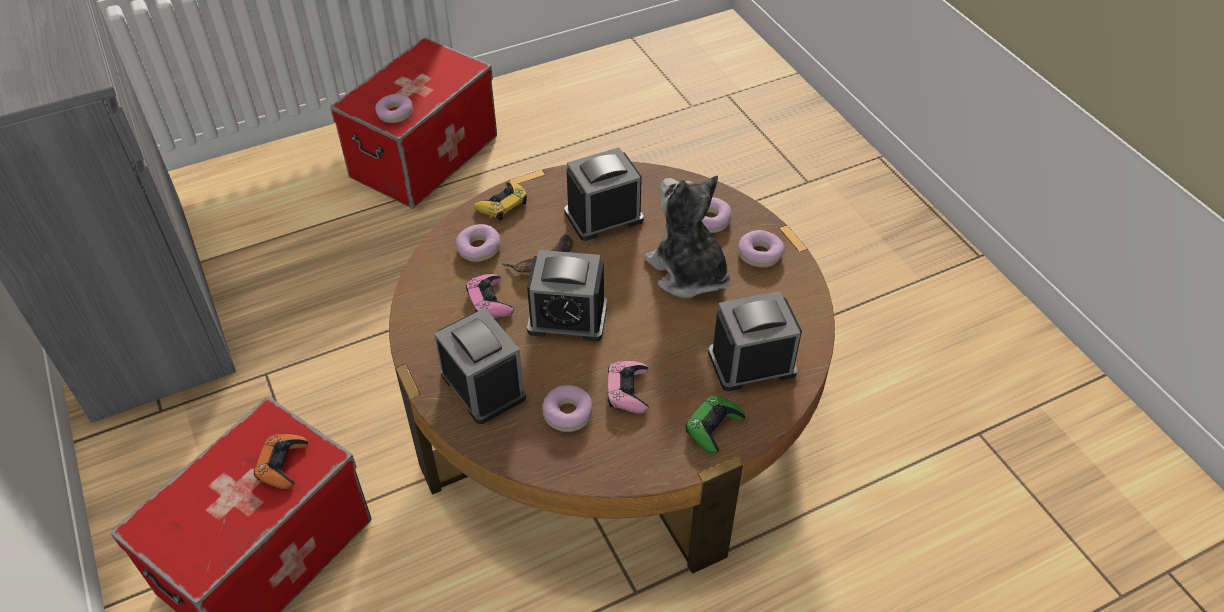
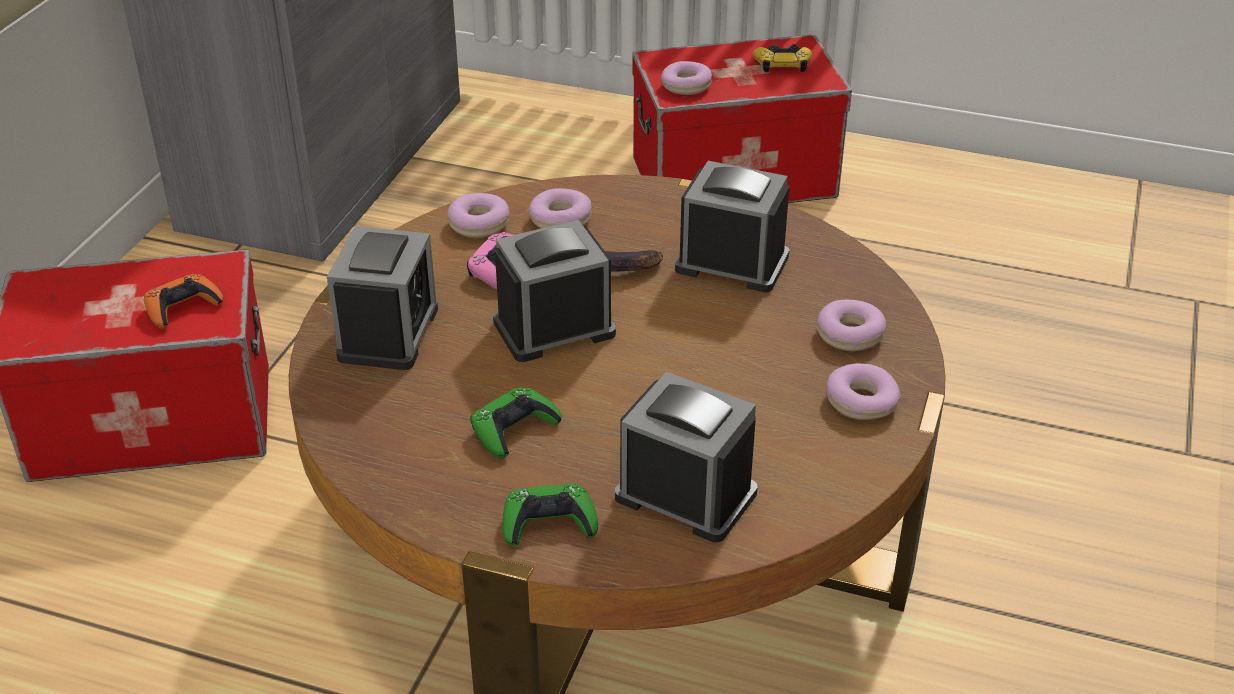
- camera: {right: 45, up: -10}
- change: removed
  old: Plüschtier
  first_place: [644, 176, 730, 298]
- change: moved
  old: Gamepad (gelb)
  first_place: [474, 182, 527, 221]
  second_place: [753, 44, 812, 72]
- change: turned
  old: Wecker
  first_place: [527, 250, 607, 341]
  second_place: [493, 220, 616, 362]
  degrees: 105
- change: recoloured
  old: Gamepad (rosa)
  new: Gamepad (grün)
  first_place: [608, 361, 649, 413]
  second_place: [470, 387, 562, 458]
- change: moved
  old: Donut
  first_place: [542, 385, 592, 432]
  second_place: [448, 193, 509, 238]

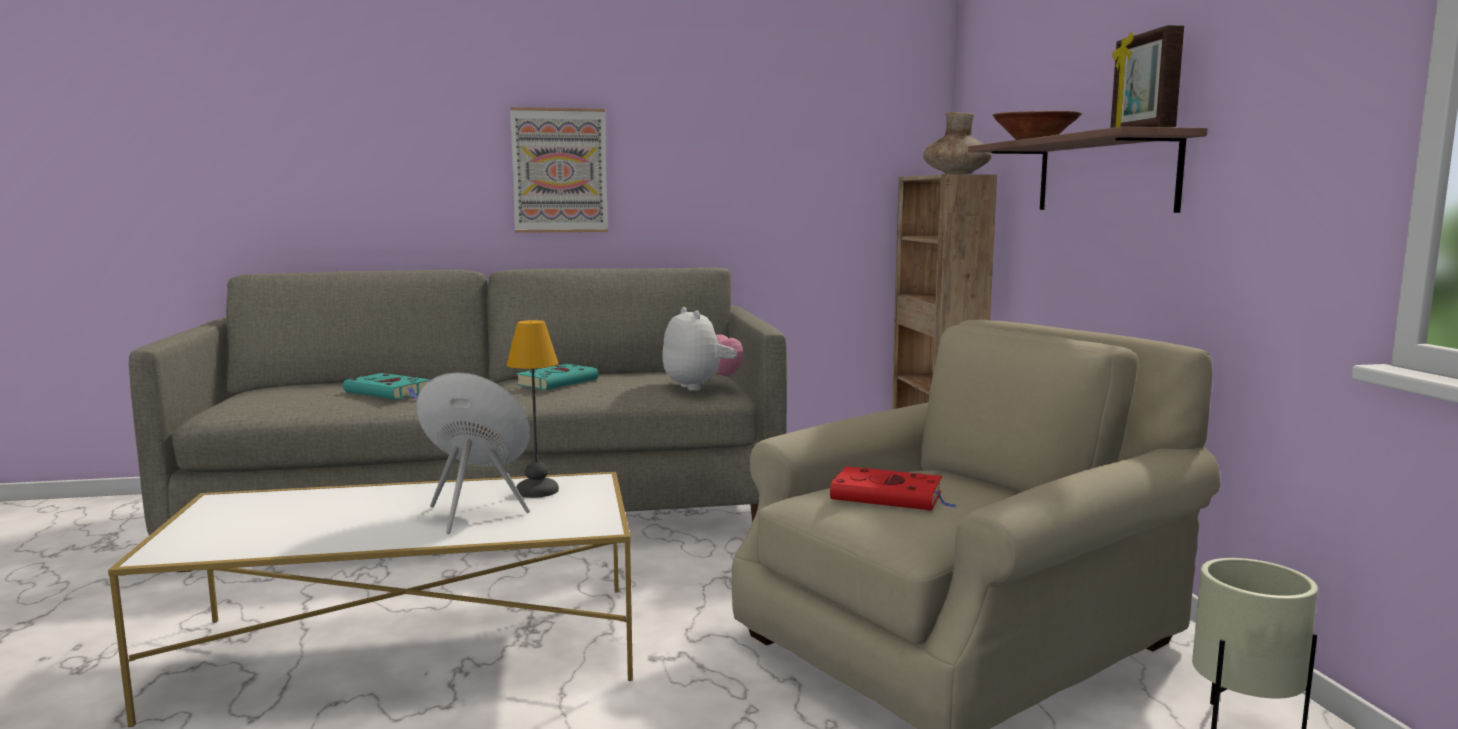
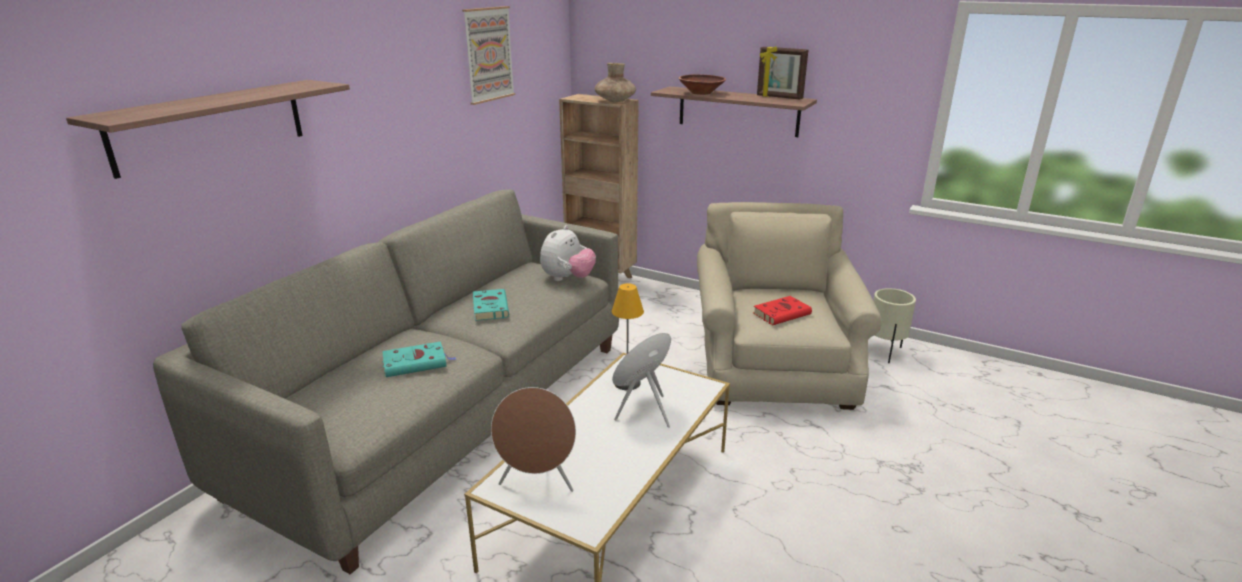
- camera: {right: -50, up: 15}
- change: moved
  old: Bild
  first_place: [510, 107, 608, 233]
  second_place: [462, 6, 515, 105]
- change: turned
  old: Plüschtier
  first_place: [662, 307, 744, 391]
  second_place: [540, 225, 596, 281]
  degrees: 105
- change: added
  new: Wandregal
  second_place: [66, 80, 350, 179]
- change: added
  new: Lautsprecher (braun)
  second_place: [491, 387, 576, 492]

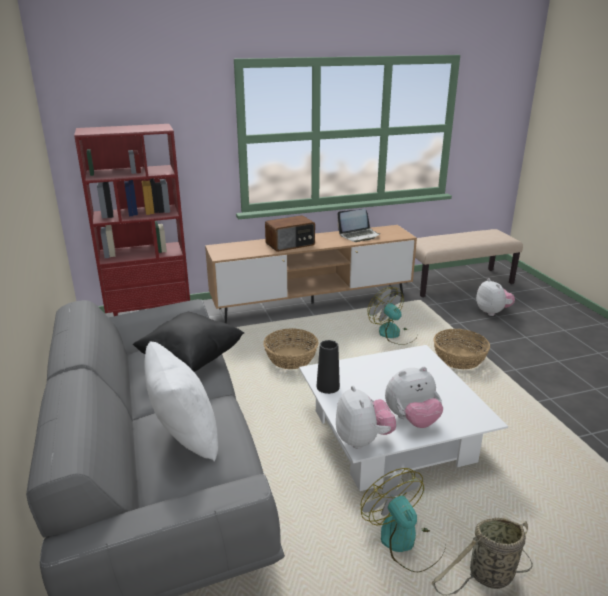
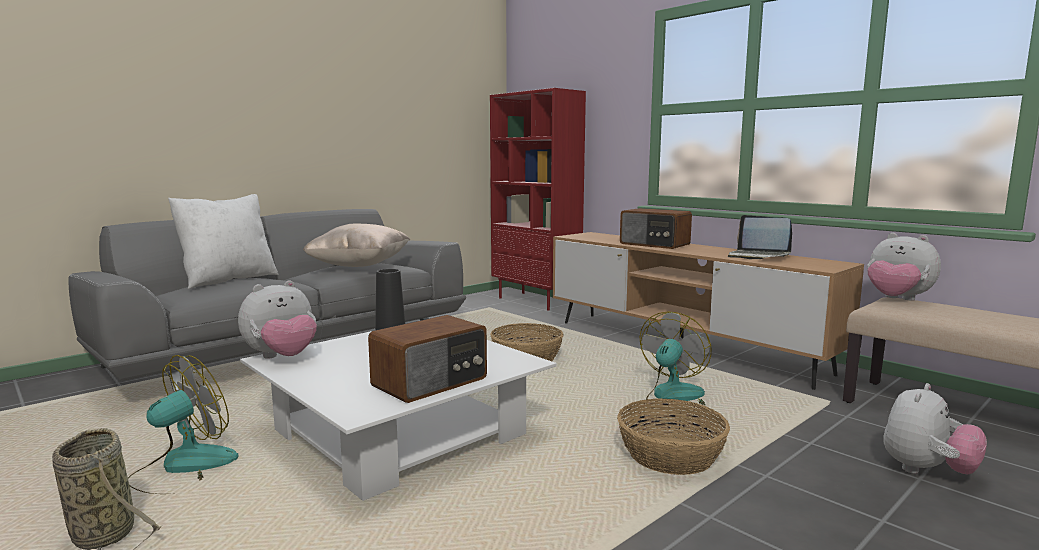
- camera: {right: 65, up: -15}
- change: recoloured
  old: Kissen (schwarz)
  new: Kissen (beige)
  first_place: [133, 312, 244, 372]
  second_place: [303, 224, 411, 267]
- change: moved
  old: Plüschtier
  first_place: [385, 367, 443, 428]
  second_place: [867, 233, 941, 301]
- change: added
  new: Radio
  second_place: [368, 315, 487, 403]

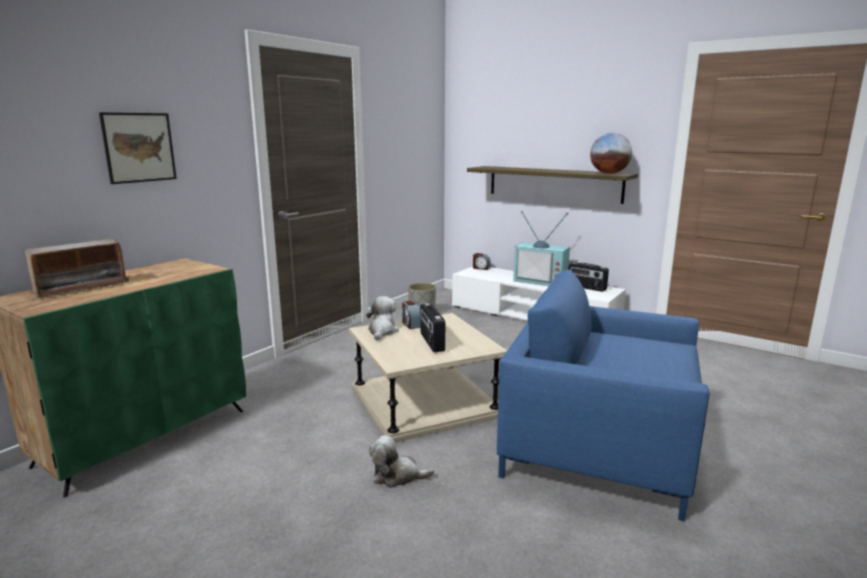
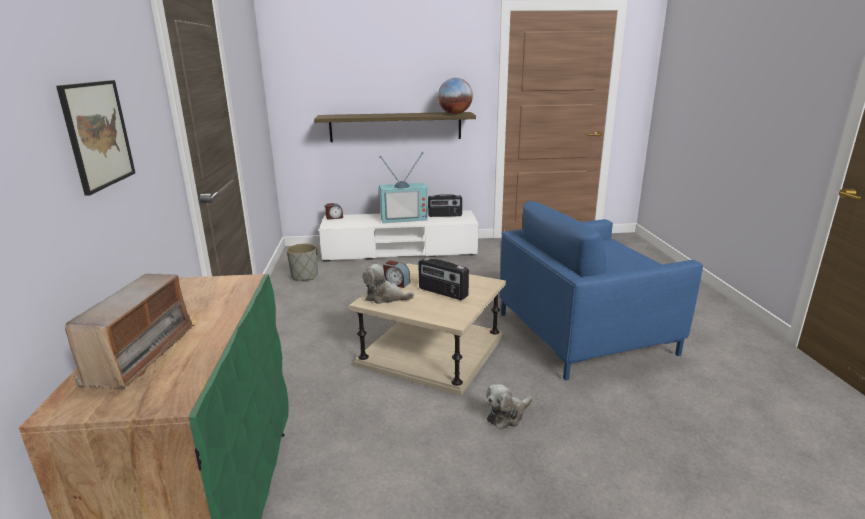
- camera: {right: -40, up: 5}
- change: turned
  old: Plüschtier
  first_place: [366, 296, 399, 340]
  second_place: [363, 264, 414, 304]
  degrees: -45

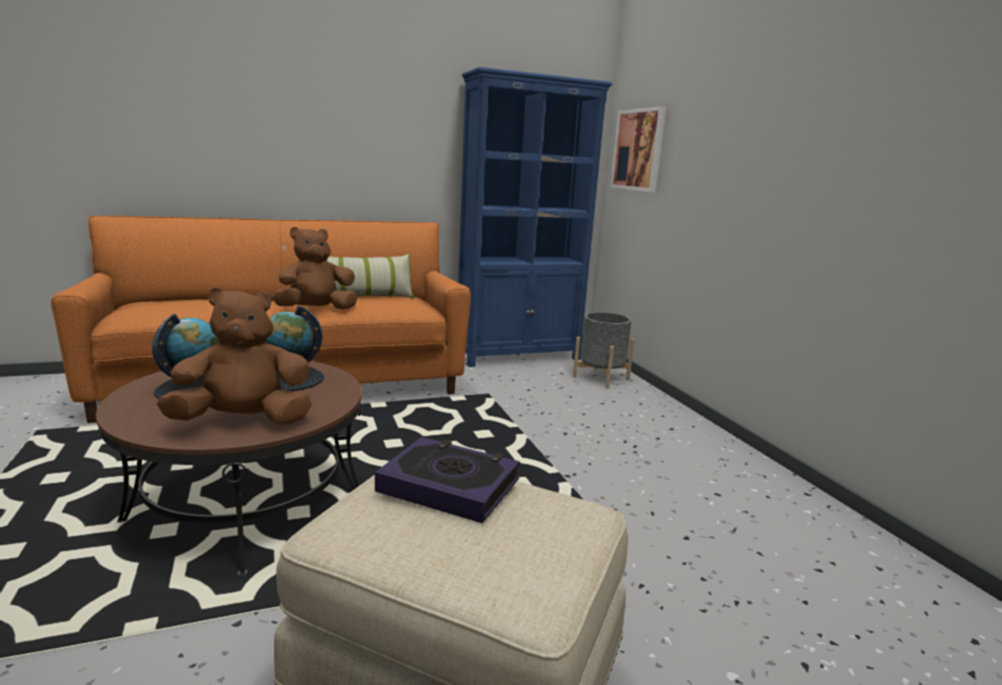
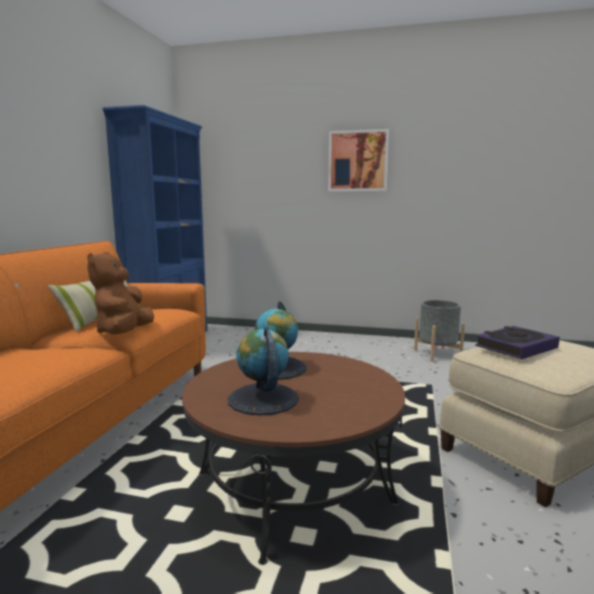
- camera: {right: -55, up: -5}
- change: moved
  old: Bild
  first_place: [610, 106, 666, 192]
  second_place: [328, 129, 389, 191]
- change: removed
  old: Plüschtier (braun)
  first_place: [157, 287, 311, 424]
- change: moved
  old: Pflanzkübel (grau)
  first_place: [573, 312, 635, 389]
  second_place: [414, 300, 465, 361]

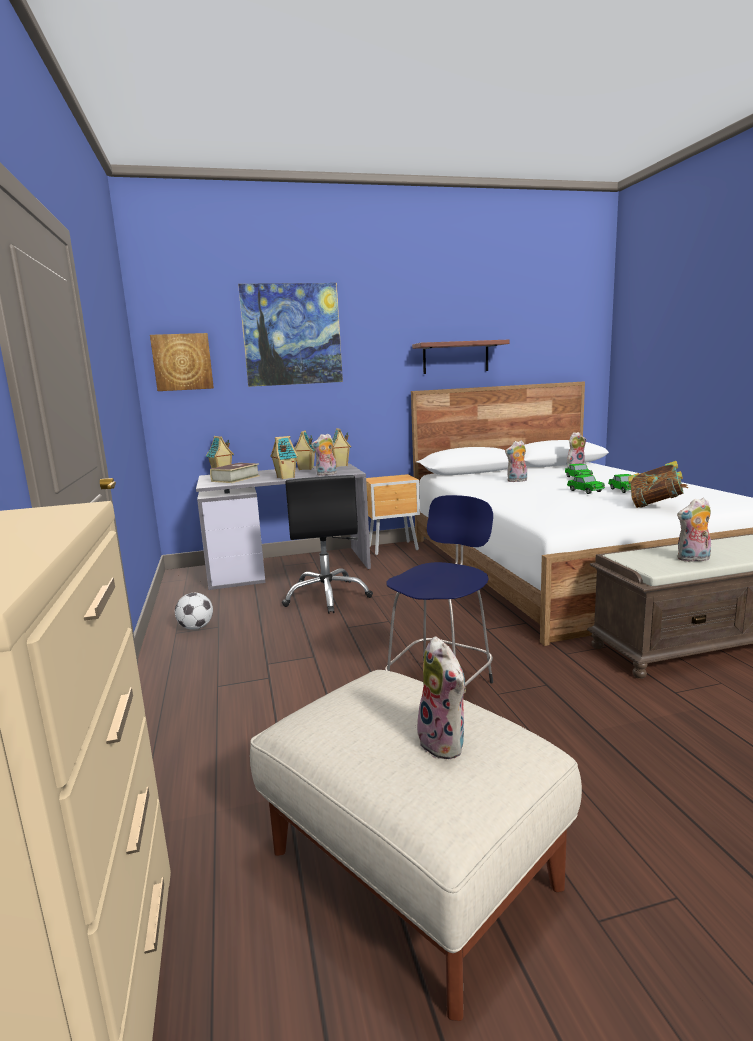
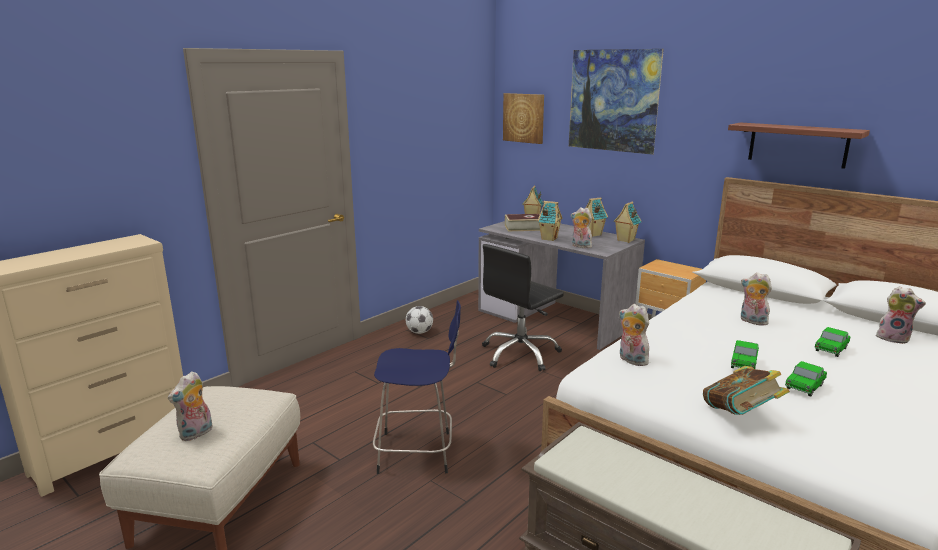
- camera: {right: 55, up: 5}
- change: moved
  old: Plüschtier
  first_place: [677, 498, 711, 562]
  second_place: [619, 304, 649, 366]

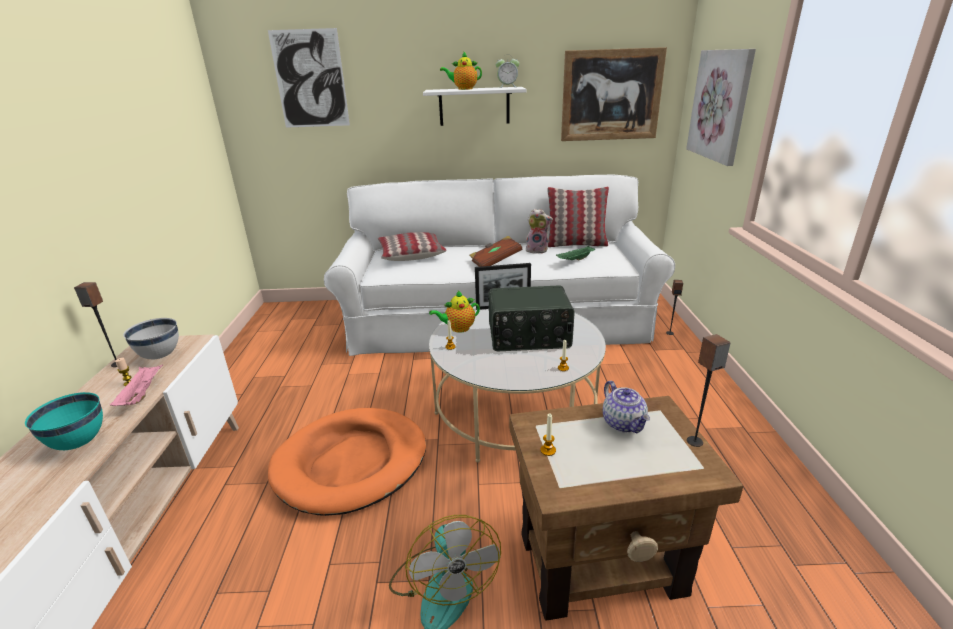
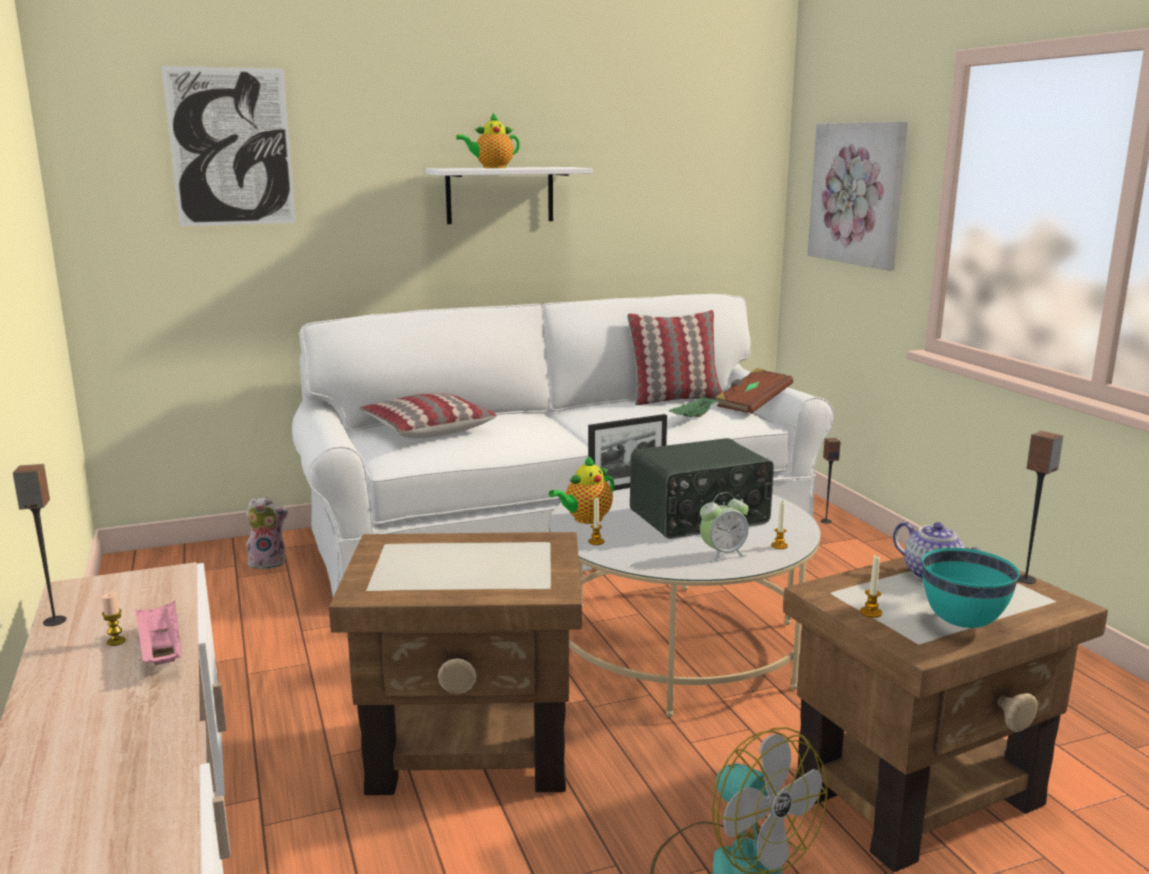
- camera: {right: -20, up: -10}
- change: removed
  old: Bild
  first_place: [561, 47, 667, 141]
- change: moved
  old: Wecker
  first_place: [496, 56, 519, 88]
  second_place: [700, 492, 749, 562]
- change: moved
  old: Plüschtier
  first_place: [526, 209, 553, 254]
  second_place: [246, 497, 288, 569]
- change: moved
  old: Buch (braun)
  first_place: [469, 236, 523, 267]
  second_place: [715, 368, 793, 414]
- change: removed
  old: Schüssel (weiß)
  first_place: [123, 318, 179, 359]
- change: moved
  old: Schüssel (türkis)
  first_place: [25, 392, 103, 450]
  second_place: [922, 548, 1019, 628]
- change: replaced
  old: Hundebett (orange)
  new: Beistelltisch (braun)
  first_place: [268, 408, 426, 516]
  second_place: [329, 532, 582, 795]

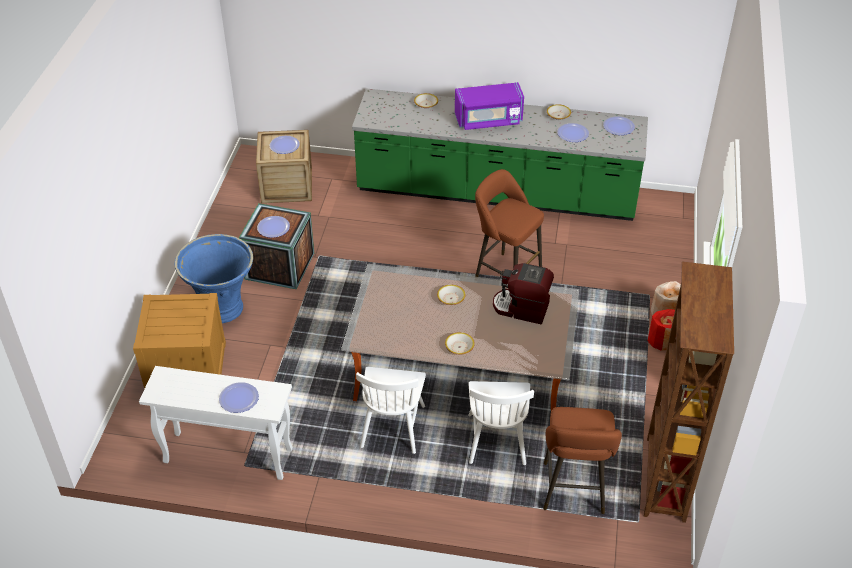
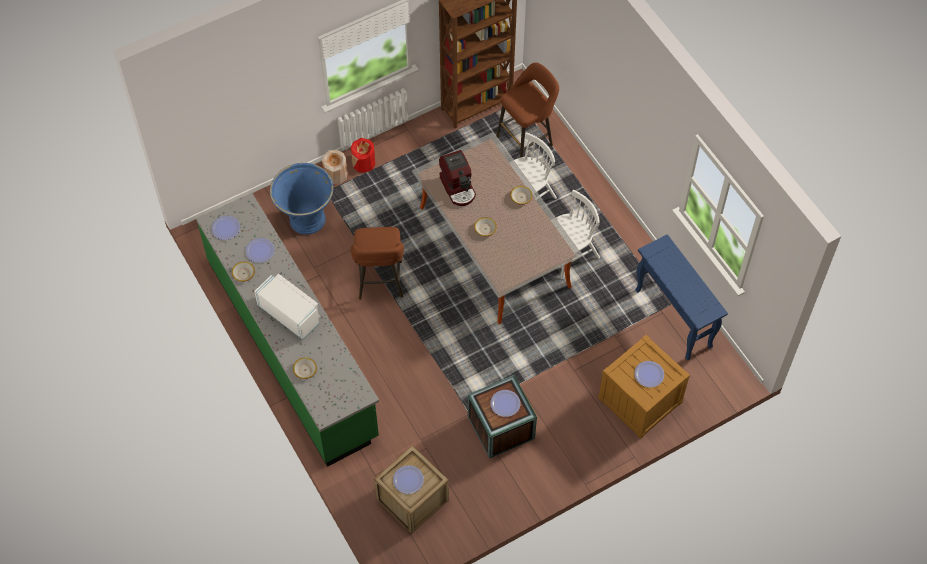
- camera: {right: -130, up: 15}
- change: recoloured
  old: Mikrowelle (lila)
  new: Mikrowelle (weiß)
  first_place: [455, 82, 524, 130]
  second_place: [254, 274, 320, 340]
- change: moved
  old: Pflanzkübel (blau)
  first_place: [175, 234, 253, 323]
  second_place: [270, 163, 334, 235]
- change: recoloured
  old: Konsolentisch (weiß)
  new: Konsolentisch (blau)
  first_place: [139, 366, 293, 480]
  second_place: [635, 234, 728, 361]
- change: moved
  old: Teller
  first_place: [219, 382, 259, 413]
  second_place: [634, 361, 664, 388]

